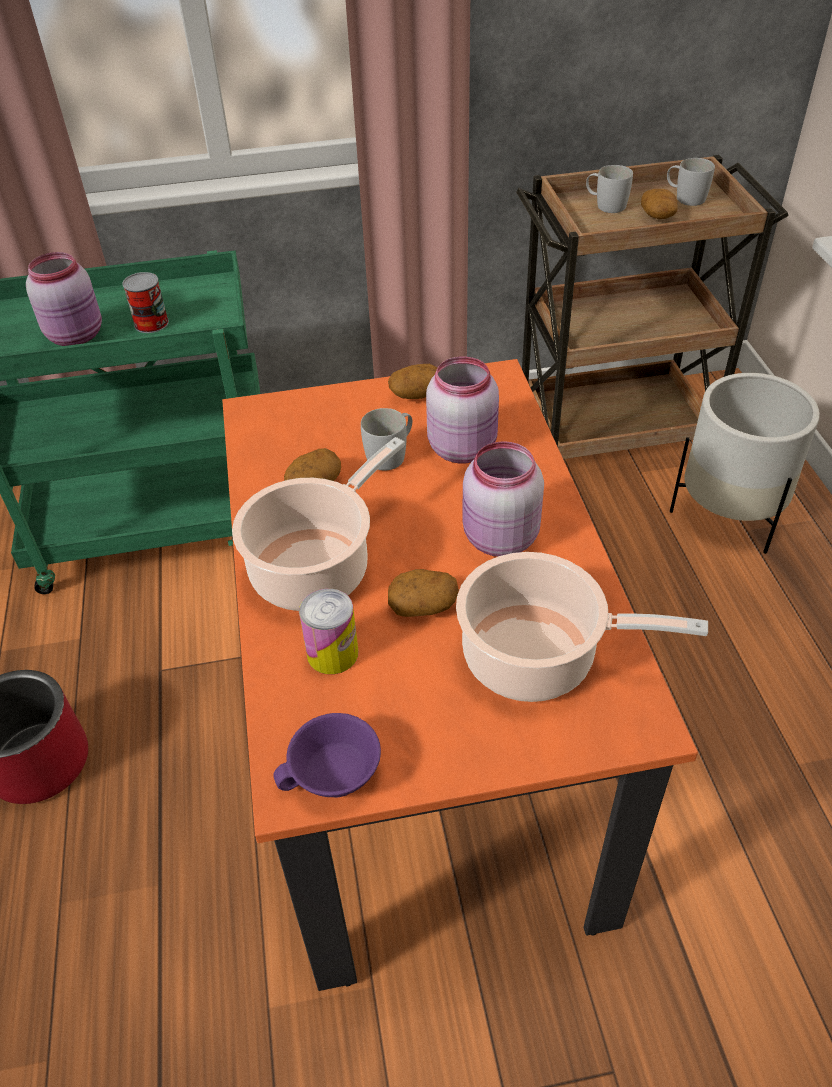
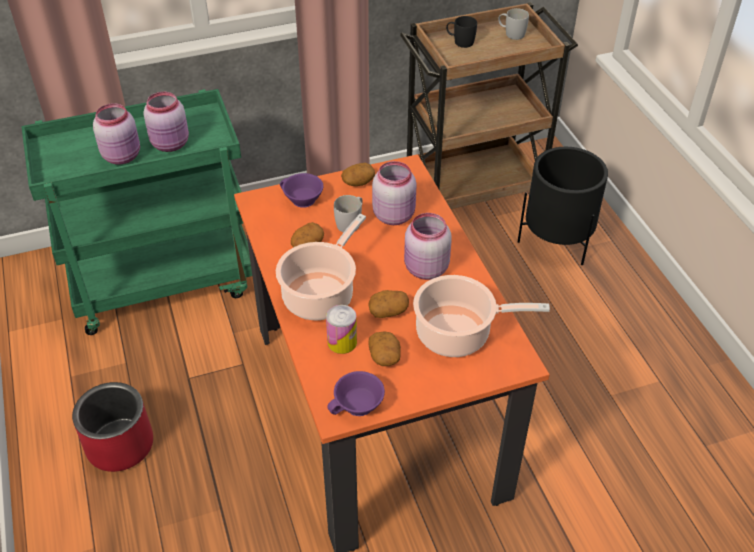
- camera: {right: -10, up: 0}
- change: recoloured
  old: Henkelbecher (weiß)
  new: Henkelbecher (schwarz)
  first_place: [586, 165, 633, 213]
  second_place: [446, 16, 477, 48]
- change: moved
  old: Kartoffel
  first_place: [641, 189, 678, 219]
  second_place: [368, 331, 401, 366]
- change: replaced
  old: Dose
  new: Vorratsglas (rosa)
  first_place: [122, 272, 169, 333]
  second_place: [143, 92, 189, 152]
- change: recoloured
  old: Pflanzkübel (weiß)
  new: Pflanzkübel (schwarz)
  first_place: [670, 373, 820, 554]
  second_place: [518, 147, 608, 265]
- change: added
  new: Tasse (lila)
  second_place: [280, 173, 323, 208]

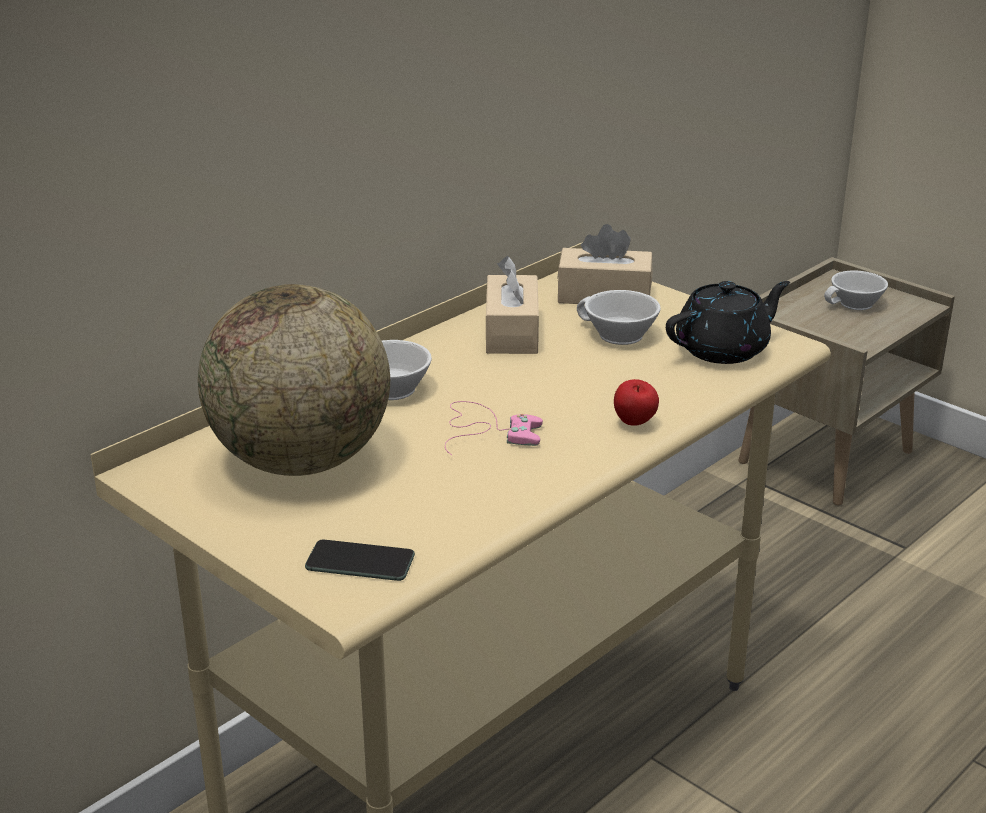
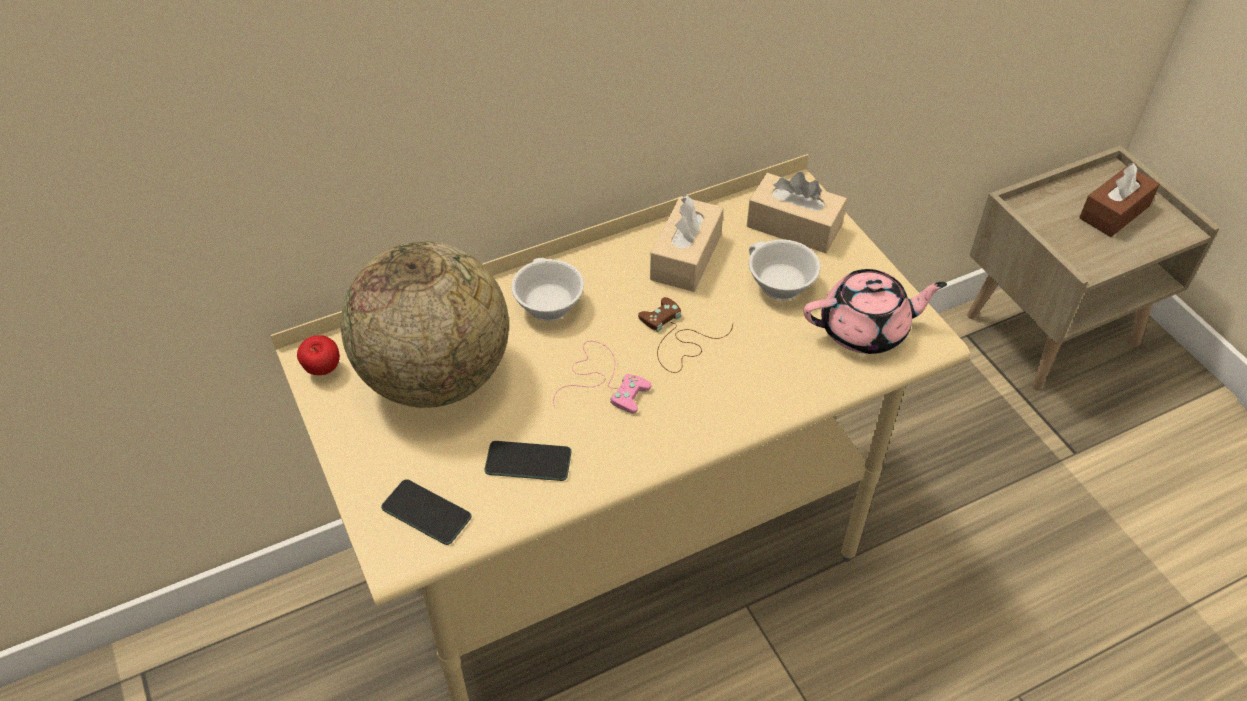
- camera: {right: 20, up: 20}
- change: replaced
  old: Tasse (weiß)
  new: Taschentuchbox (braun)
  first_place: [824, 270, 888, 310]
  second_place: [1079, 163, 1160, 237]
- change: recoloured
  old: Teekanne (schwarz)
  new: Teekanne (rosa)
  first_place: [666, 281, 790, 364]
  second_place: [803, 269, 947, 354]
- change: moved
  old: Apfel
  first_place: [614, 379, 659, 426]
  second_place: [297, 335, 340, 375]
- change: added
  new: Gamepad (braun)
  second_place: [638, 297, 733, 373]
- change: added
  new: Handy
  second_place: [484, 441, 572, 481]

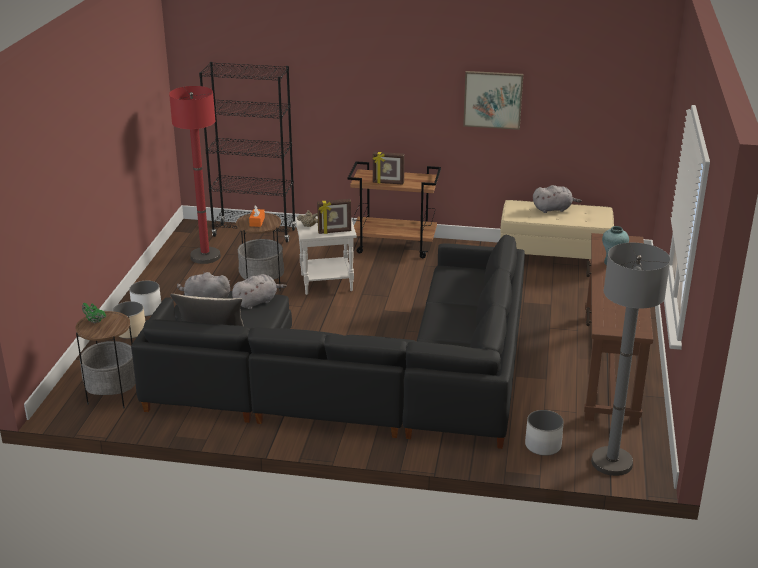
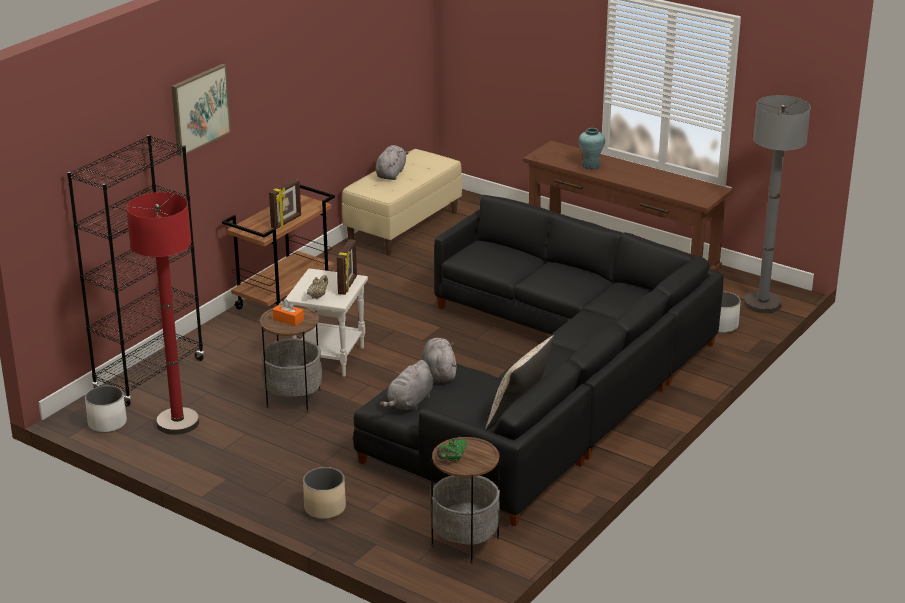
- camera: {right: -65, up: 0}
- change: moved
  old: Bild
  first_place: [463, 71, 523, 130]
  second_place: [171, 64, 231, 157]
- change: moved
  old: Pflanzkübel (weiß)
  first_place: [129, 281, 161, 316]
  second_place: [85, 386, 127, 433]

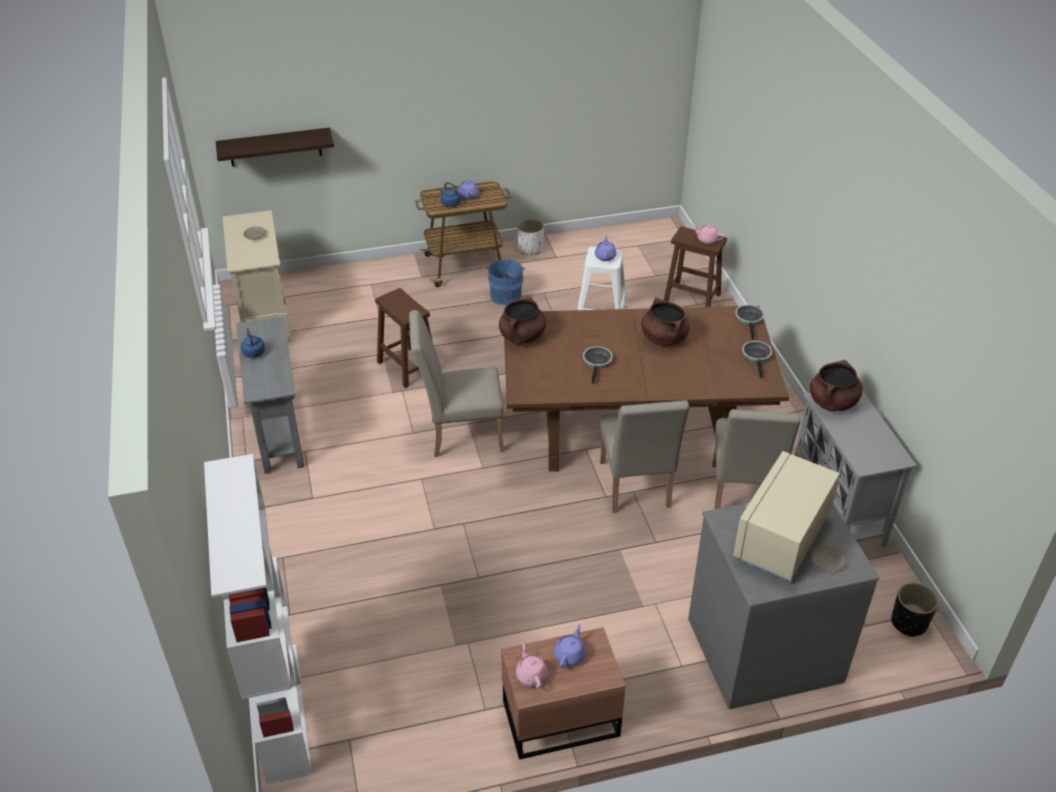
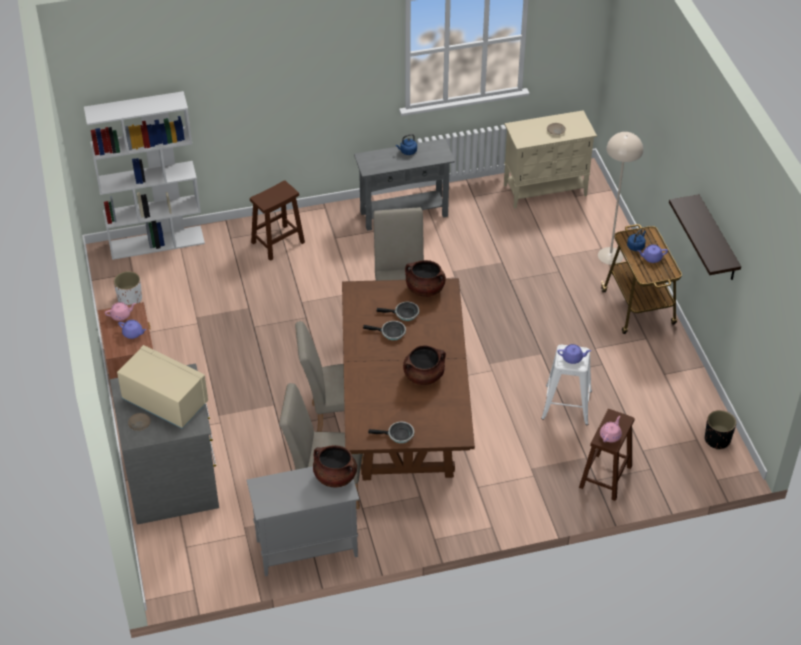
- camera: {right: 90, up: 5}
- change: moved
  old: Wandregal
  first_place: [216, 128, 334, 167]
  second_place: [669, 194, 741, 280]
- change: moved
  old: Pflanzkübel (weiß)
  first_place: [517, 219, 544, 255]
  second_place: [114, 271, 142, 305]
- change: removed
  old: Eimer (blau)
  first_place: [486, 259, 525, 305]
- change: moved
  old: Hocker (braun)
  first_place: [375, 288, 433, 388]
  second_place: [250, 180, 305, 261]
- change: moved
  old: Pfanne
  first_place: [735, 305, 764, 339]
  second_place: [376, 302, 419, 321]
- change: moved
  old: Pflanzkübel (schwarz)
  first_place: [891, 583, 939, 637]
  second_place: [705, 410, 736, 450]
- change: added
  new: Stehlampe (beige)
  second_place: [598, 132, 643, 265]

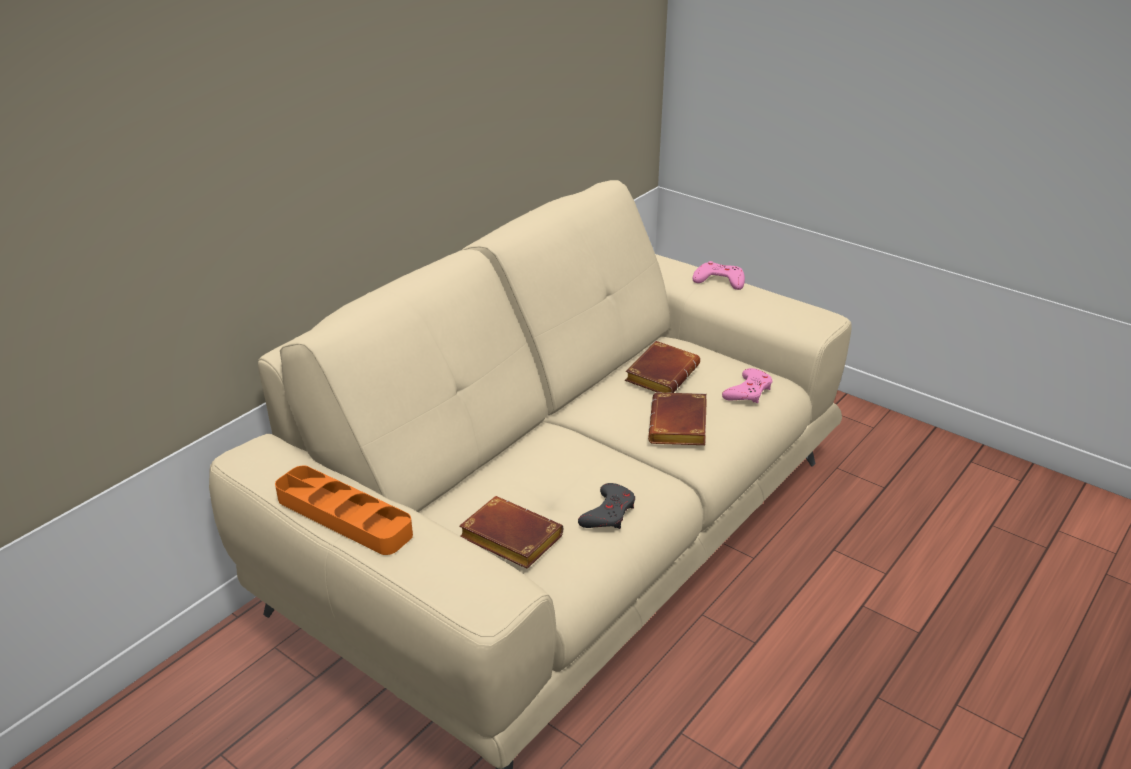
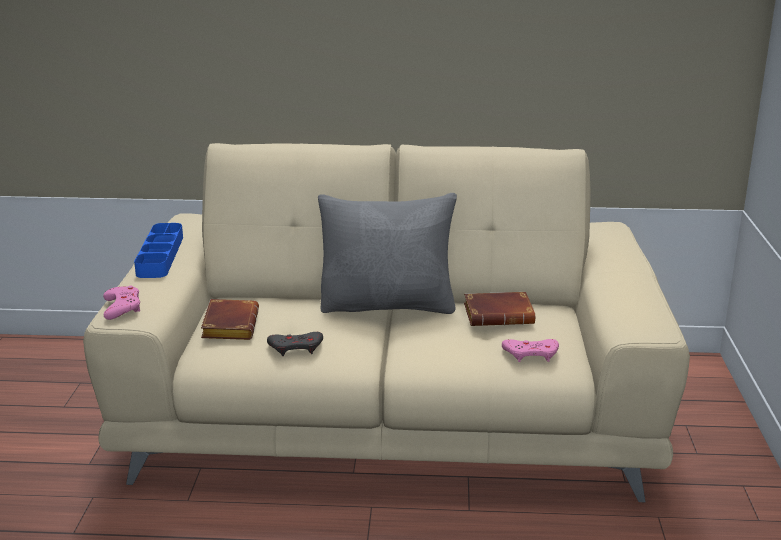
- camera: {right: 55, up: -10}
- change: moved
  old: Gamepad (rosa)
  first_place: [693, 261, 745, 290]
  second_place: [103, 286, 140, 320]
- change: removed
  old: Buch (braun)
  first_place: [648, 393, 707, 445]
- change: recoloured
  old: Tablett (orange)
  new: Tablett (blau)
  first_place: [275, 466, 413, 555]
  second_place: [134, 223, 183, 278]
- change: added
  new: Kissen (grau)
  second_place: [318, 193, 457, 314]

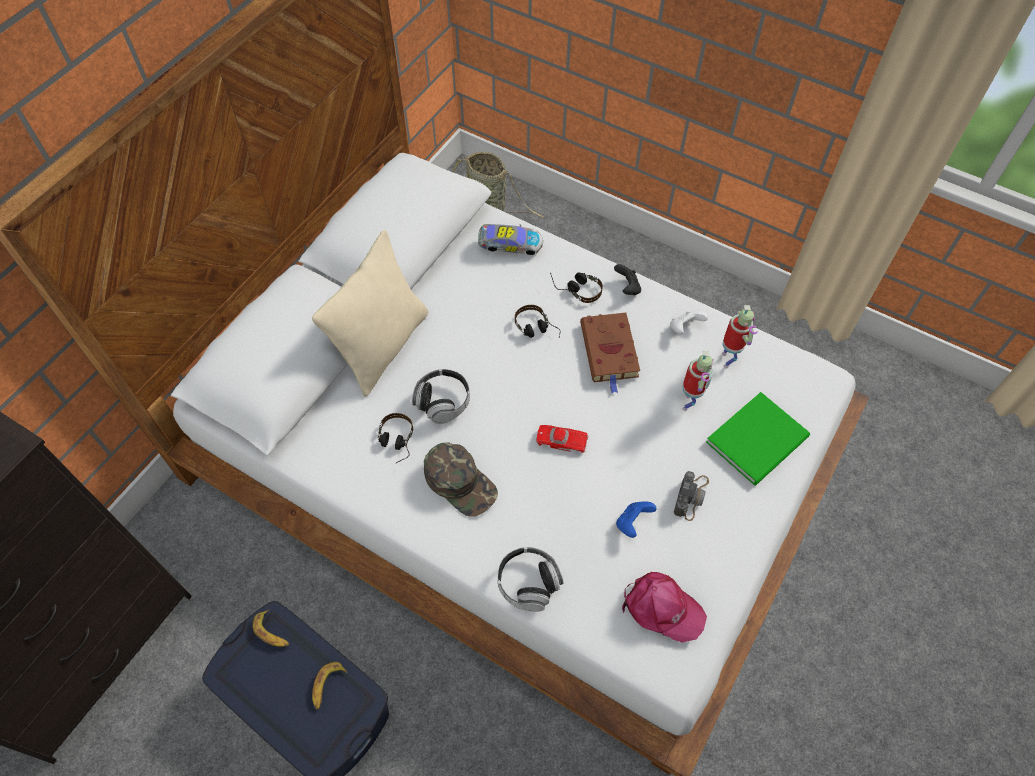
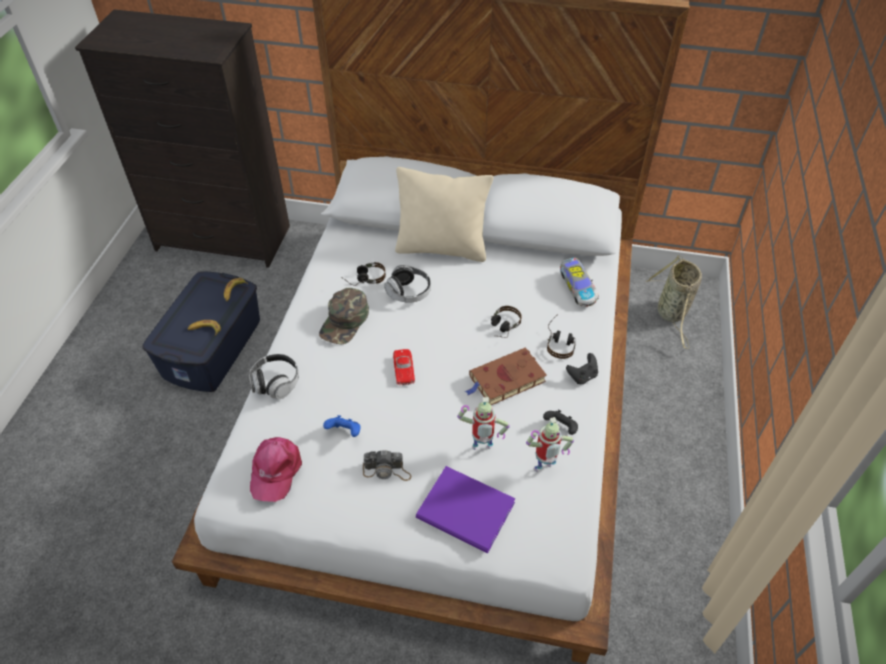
- camera: {right: 70, up: -10}
- change: recoloured
  old: Gamepad (weiß)
  new: Gamepad (schwarz)
  first_place: [670, 311, 708, 334]
  second_place: [543, 409, 578, 435]
- change: recoloured
  old: Buch (grün)
  new: Buch (lila)
  first_place: [706, 392, 810, 485]
  second_place: [416, 466, 516, 553]

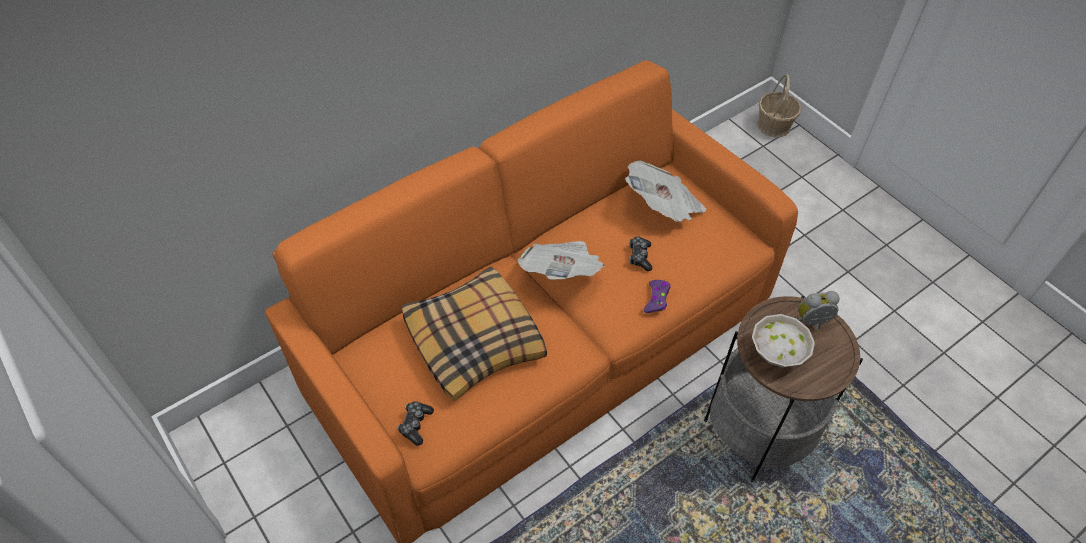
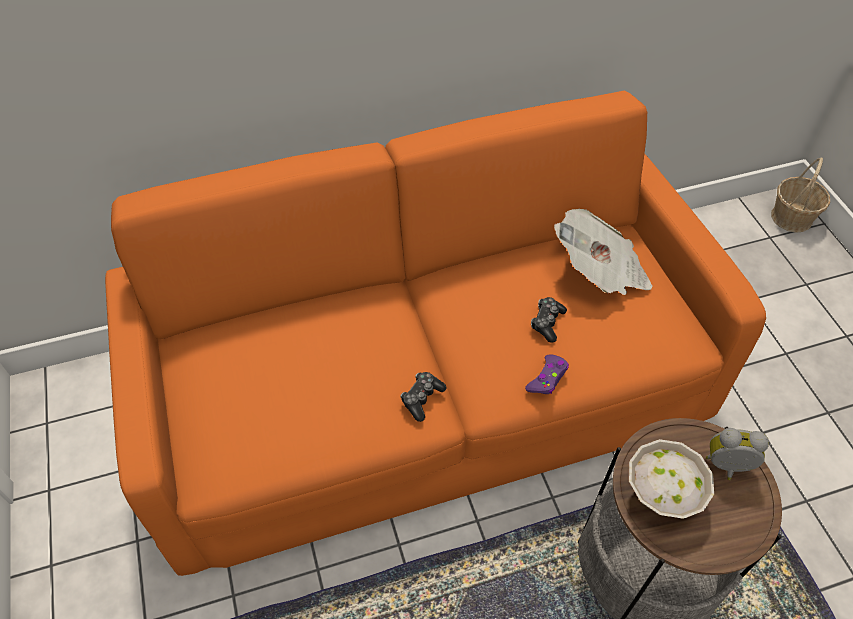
- camera: {right: 20, up: 0}
- change: removed
  old: Zeitung
  first_place: [518, 241, 605, 280]
- change: removed
  old: Kissen
  first_place: [402, 266, 547, 401]
- change: moved
  old: Gamepad
  first_place: [397, 401, 434, 446]
  second_place: [401, 372, 447, 422]

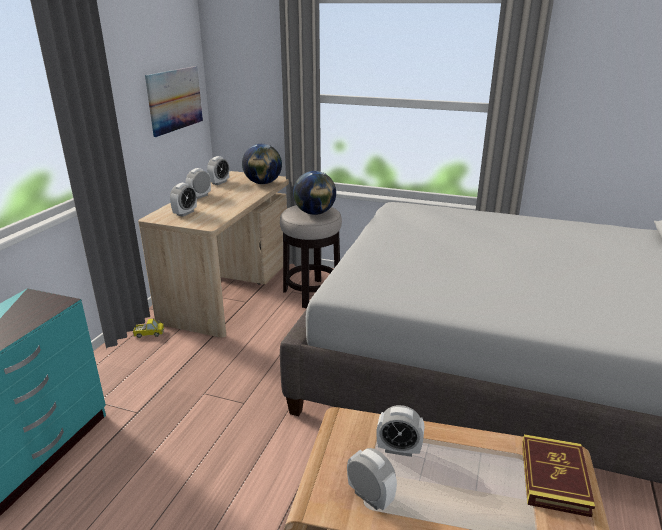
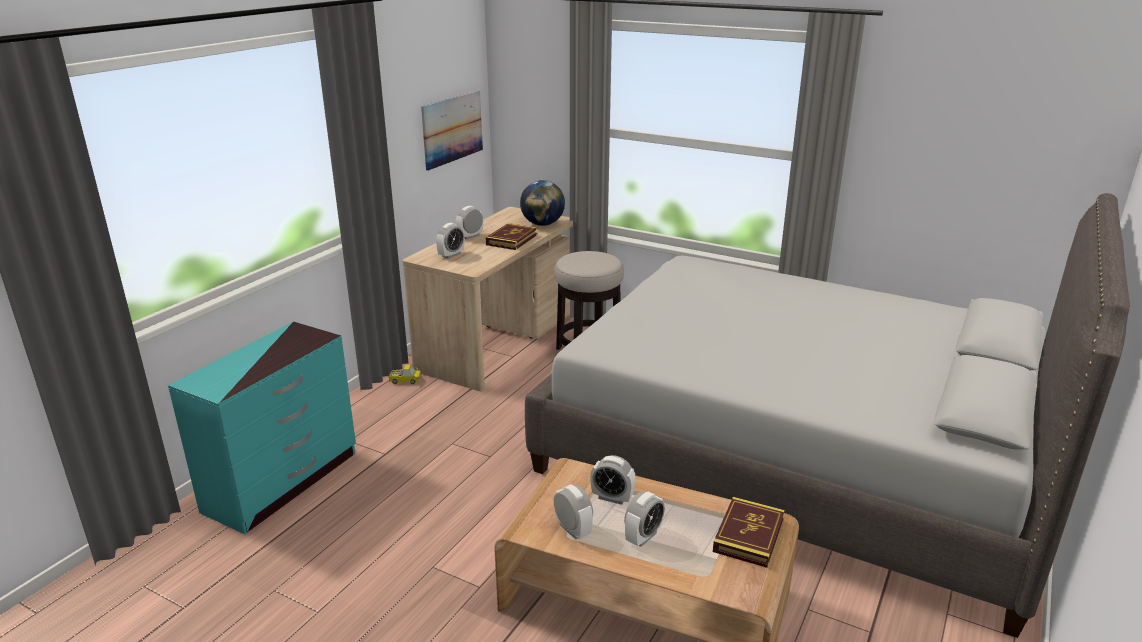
- camera: {right: 10, up: 0}
- change: moved
  old: Wecker
  first_place: [207, 156, 229, 185]
  second_place: [624, 491, 665, 547]
- change: removed
  old: Globus
  first_place: [293, 171, 336, 215]
- change: added
  new: Buch
  second_place: [486, 223, 537, 250]

